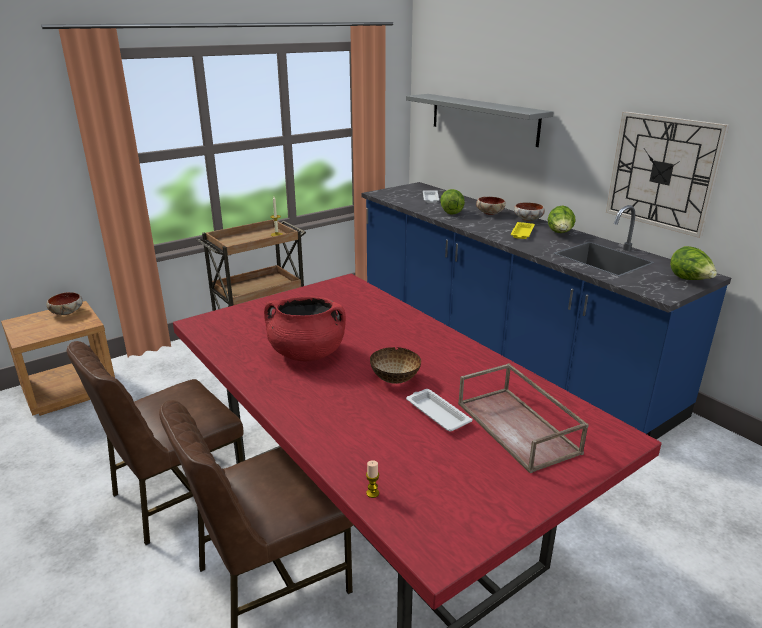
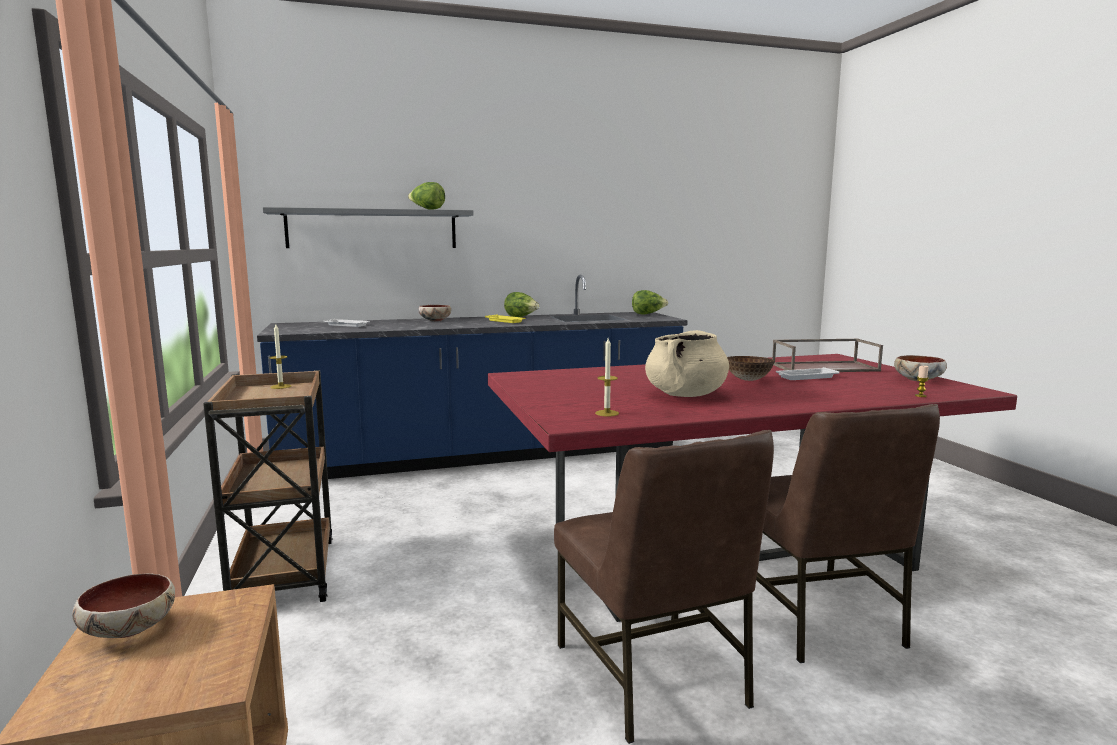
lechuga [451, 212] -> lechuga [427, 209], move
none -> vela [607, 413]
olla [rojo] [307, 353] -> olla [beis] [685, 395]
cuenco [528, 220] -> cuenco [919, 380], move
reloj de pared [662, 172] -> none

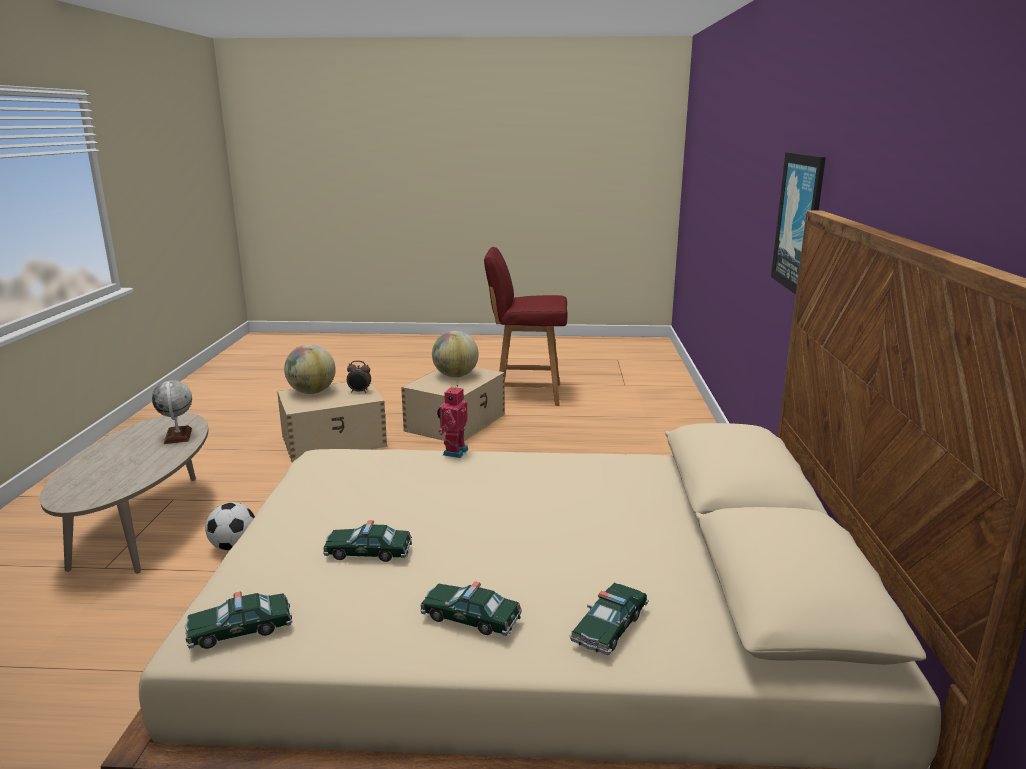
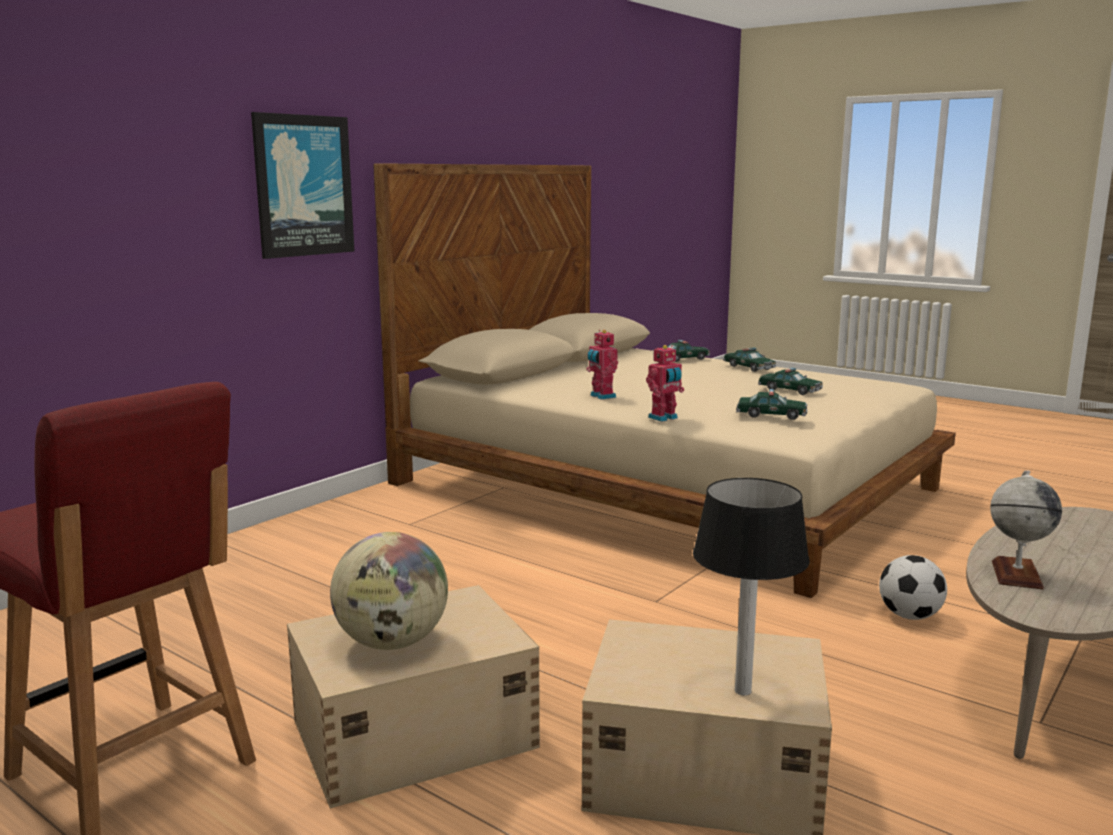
none -> robot de juguete [601, 396]
globo terráqueo [312, 392] -> lámpara de mesa [744, 691]
coche de juguete [240, 630] -> coche de juguete [771, 415], move
despertador [359, 392] -> none

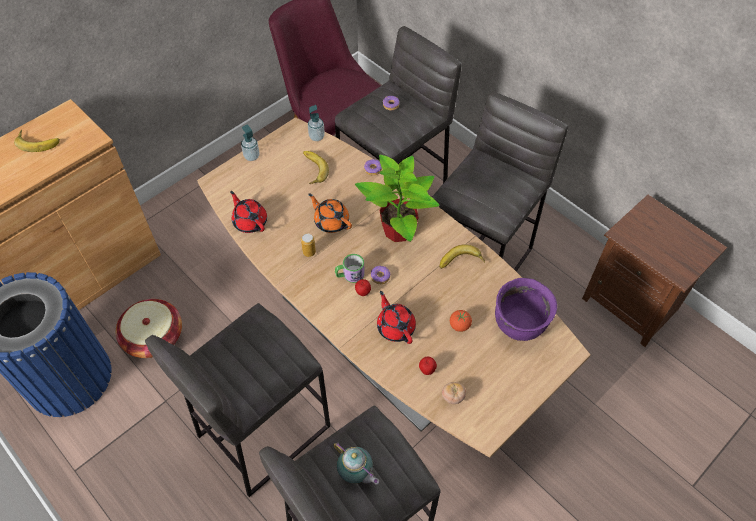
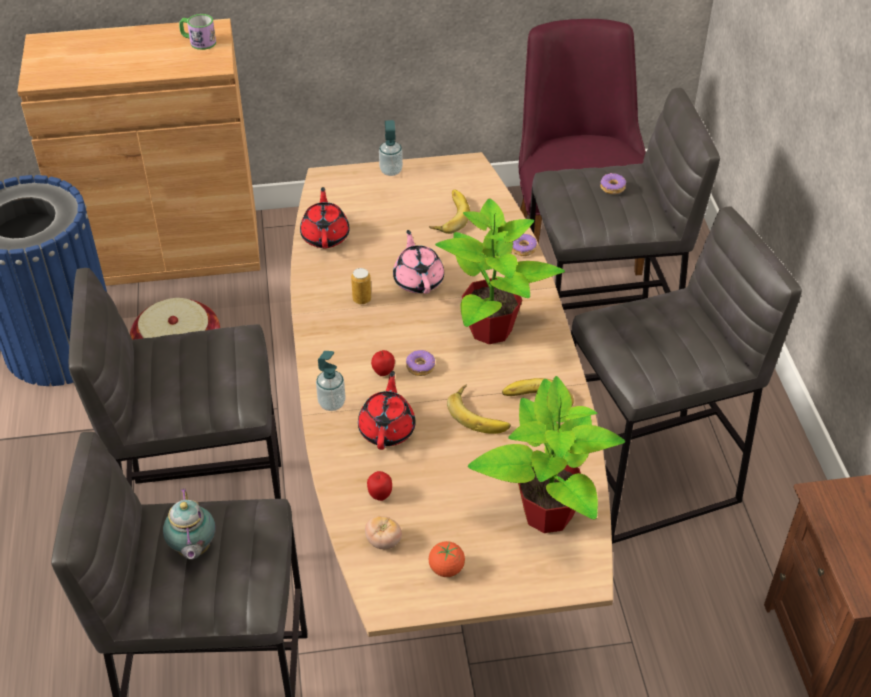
taza grande [350, 275] -> taza grande [198, 42], move
dispensador de jabón [316, 137] -> dispensador de jabón [331, 403], move
tetera [naranja] [331, 221] -> tetera [rosa] [418, 280]
tomate [459, 325] -> tomate [446, 569], move
plátano [38, 141] -> plátano [480, 413], move
olla [morado] [519, 325] -> planta en maceta [547, 512]

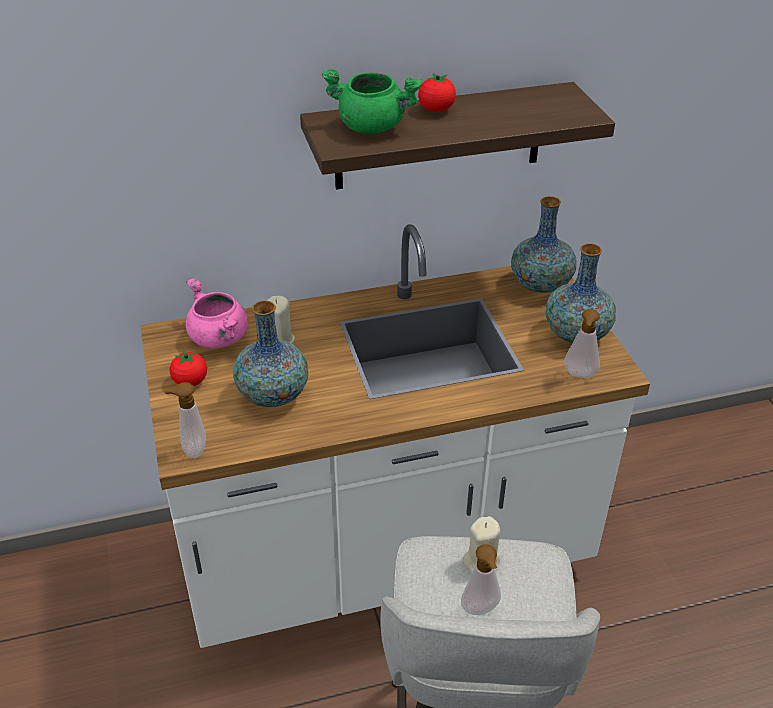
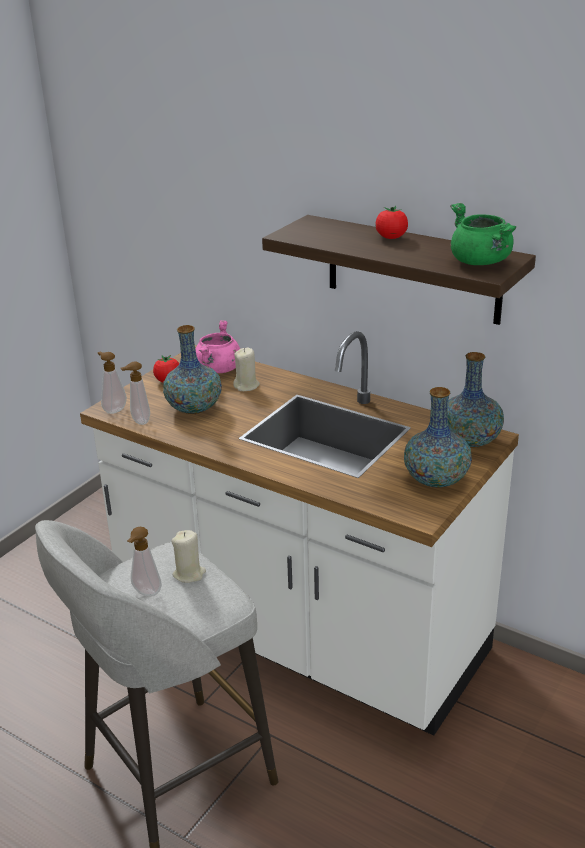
dispensador de jabón [579, 375] -> dispensador de jabón [139, 421], move
olla [verde] [372, 127] -> olla [verde] [481, 262], move

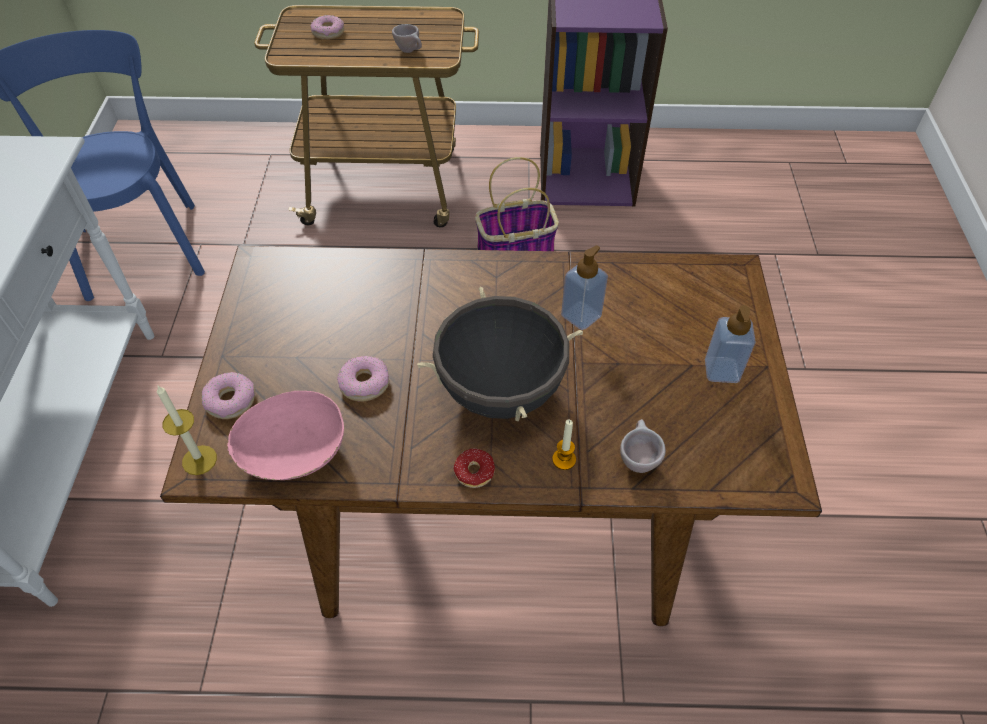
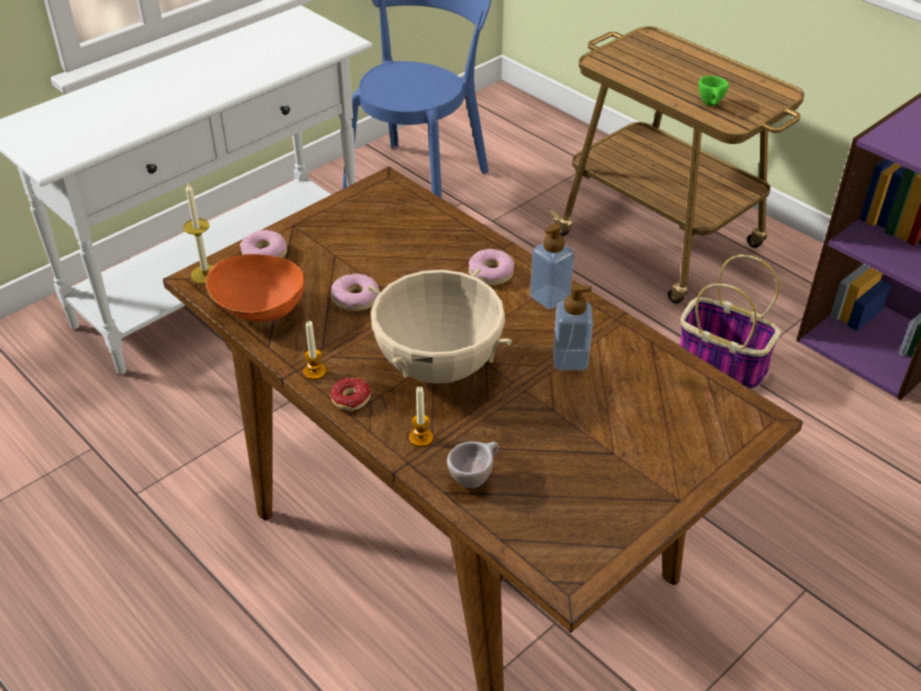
cuenco [rosa] [294, 456] -> cuenco [naranja] [258, 310]
none -> vela [314, 372]
olla [negro] [500, 390] -> olla [beis] [438, 365]
rosquilla [328, 32] -> rosquilla [490, 273], move
dispensador de jabón [721, 370] -> dispensador de jabón [549, 298], move
taza [beis] [410, 51] -> taza [verde] [711, 105]

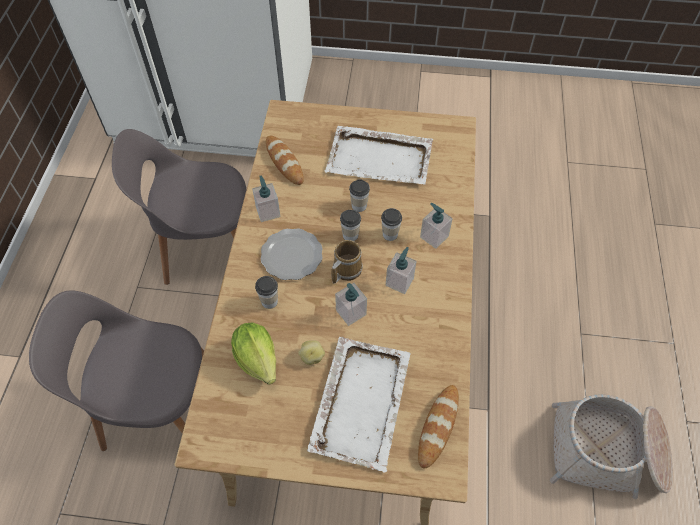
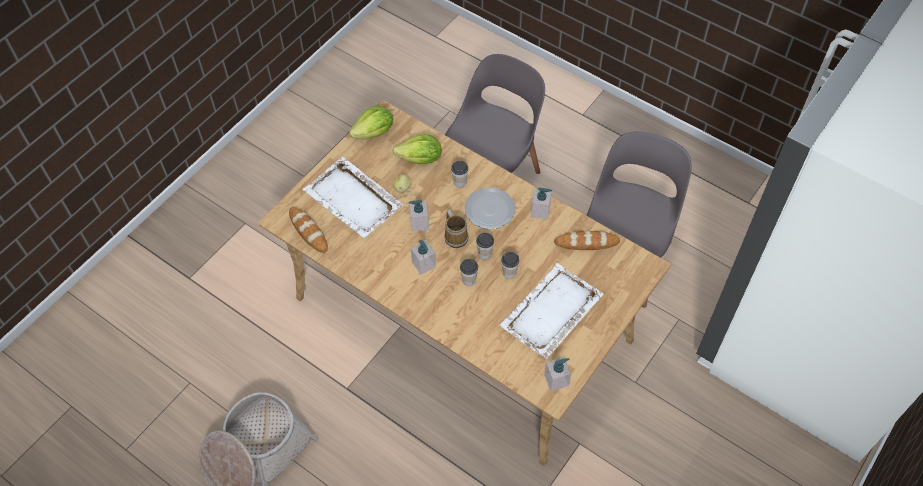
none -> lechuga [374, 133]
dispensador de jabón [434, 237] -> dispensador de jabón [556, 380], move

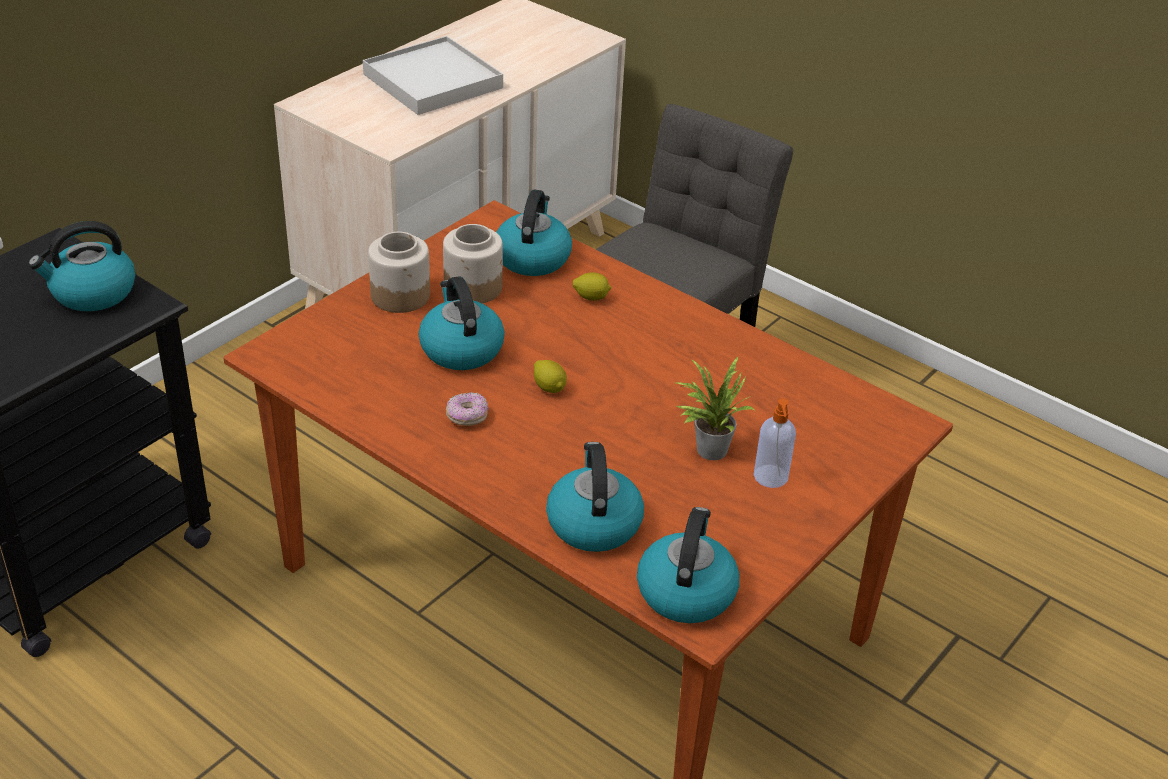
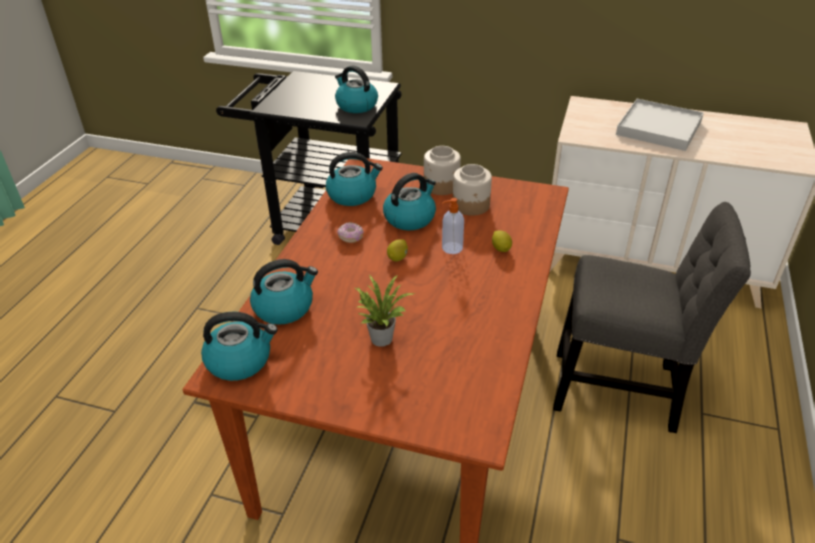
hervidor [532, 257] -> hervidor [352, 195], move
dispensador de jabón [771, 477] -> dispensador de jabón [451, 248], move

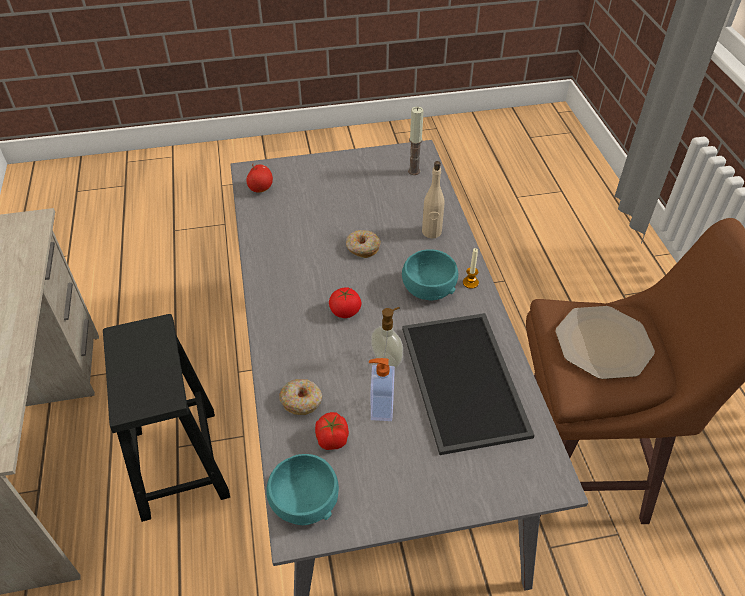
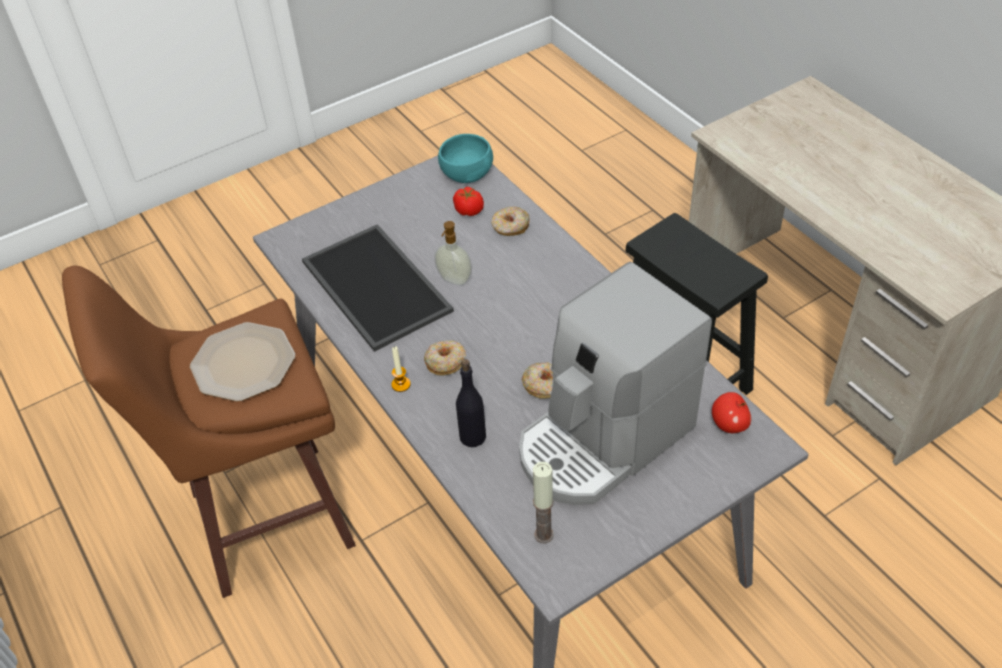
cuenco [turquesa] [428, 288] -> rosquilla [445, 362]
botella [beis] [431, 232] -> botella [negro] [472, 436]
none -> cafetera [603, 440]
tomate [345, 311] -> none
dispensador de jabón [380, 408] -> none

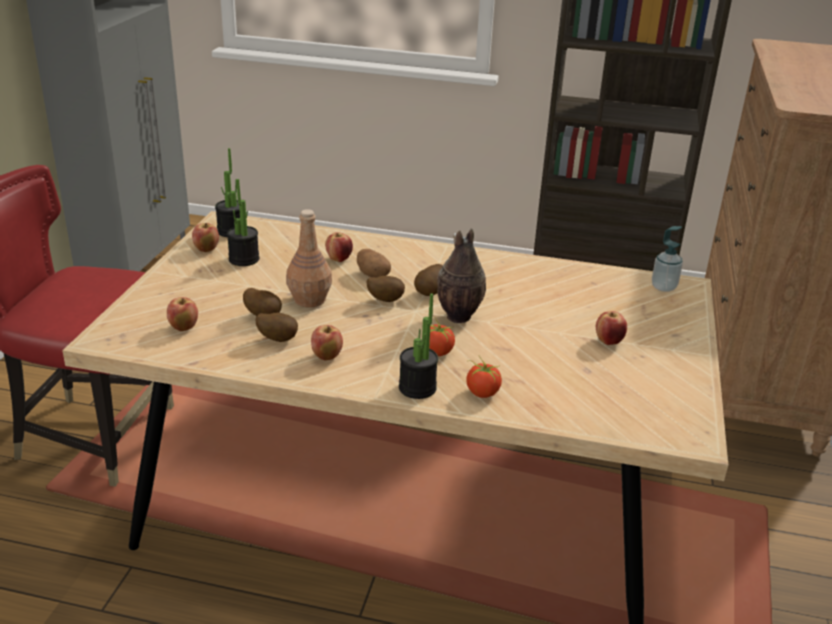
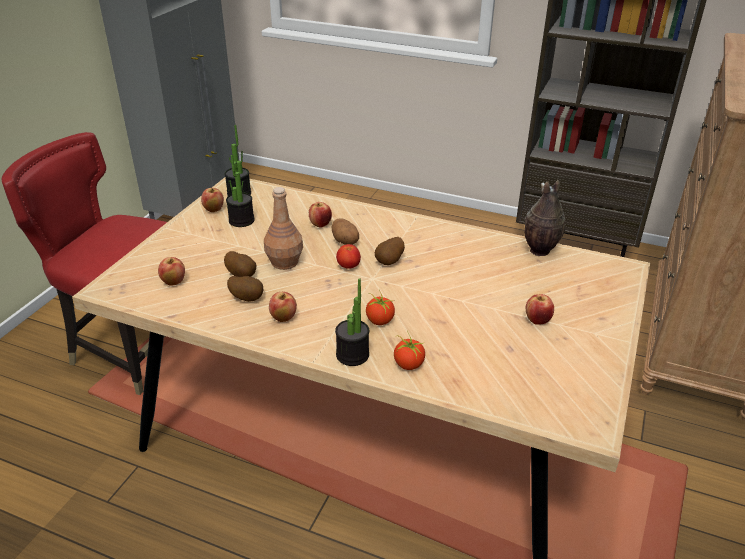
patata [385, 300] -> tomate [348, 266]
florero [458, 317] -> florero [539, 251], move
dispensador de jabón [663, 287] -> none

